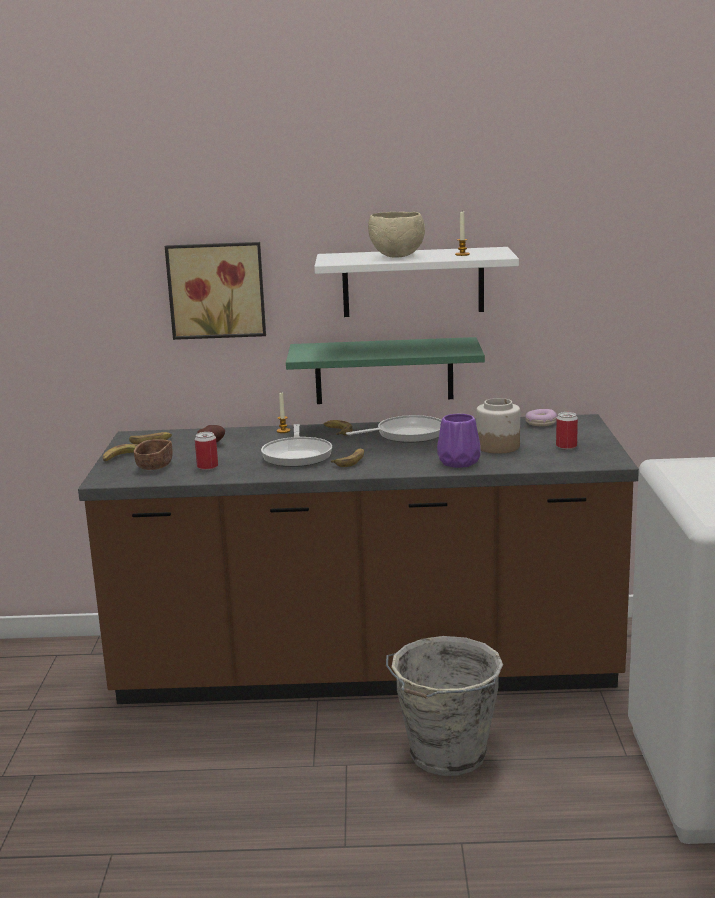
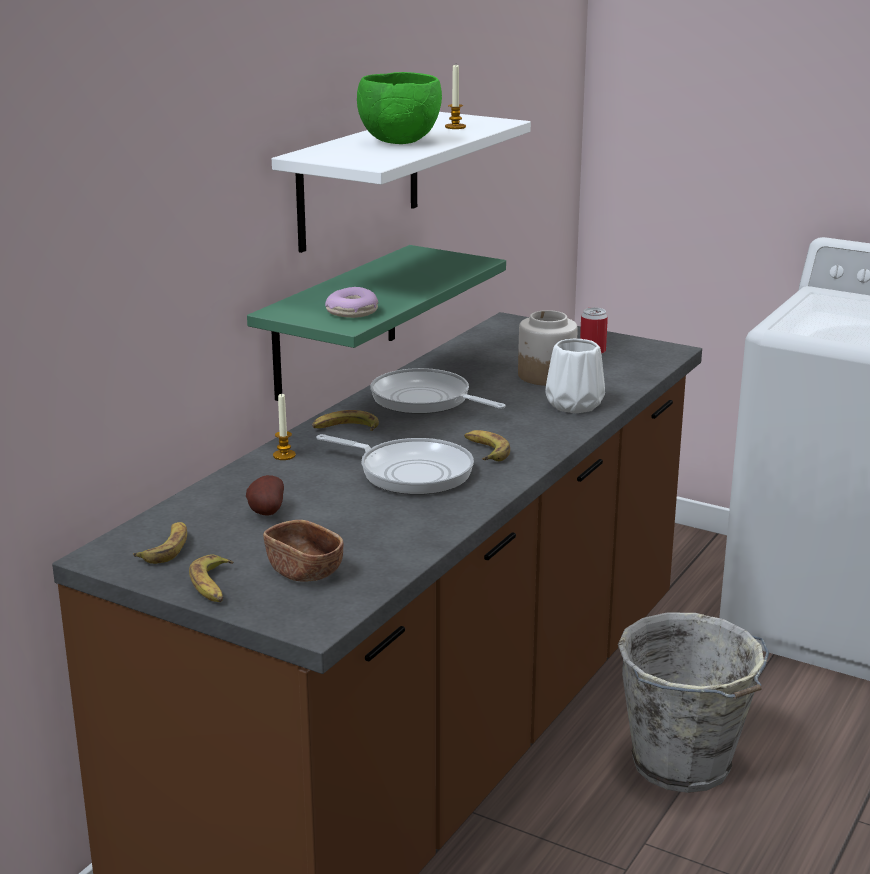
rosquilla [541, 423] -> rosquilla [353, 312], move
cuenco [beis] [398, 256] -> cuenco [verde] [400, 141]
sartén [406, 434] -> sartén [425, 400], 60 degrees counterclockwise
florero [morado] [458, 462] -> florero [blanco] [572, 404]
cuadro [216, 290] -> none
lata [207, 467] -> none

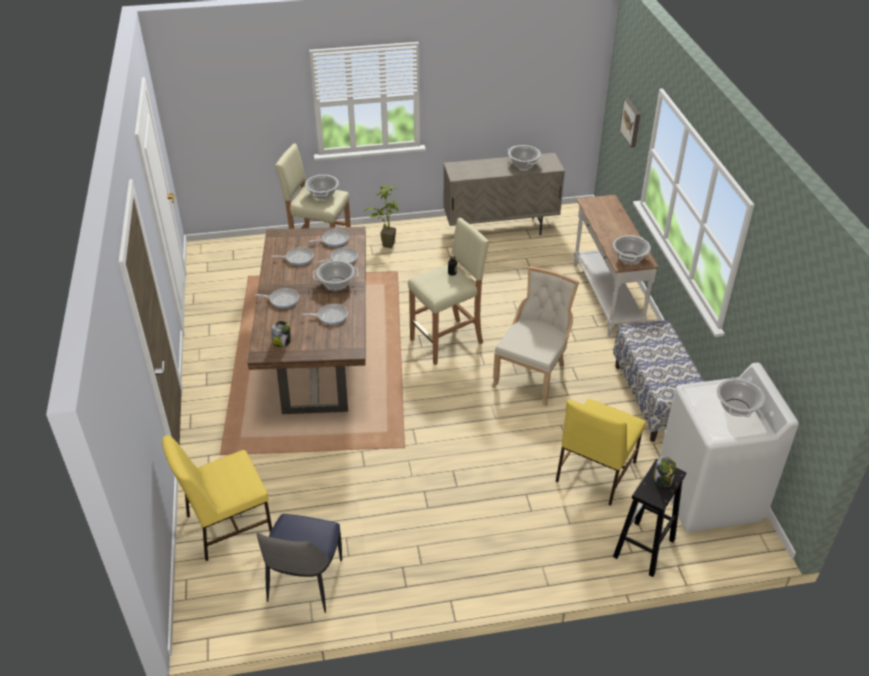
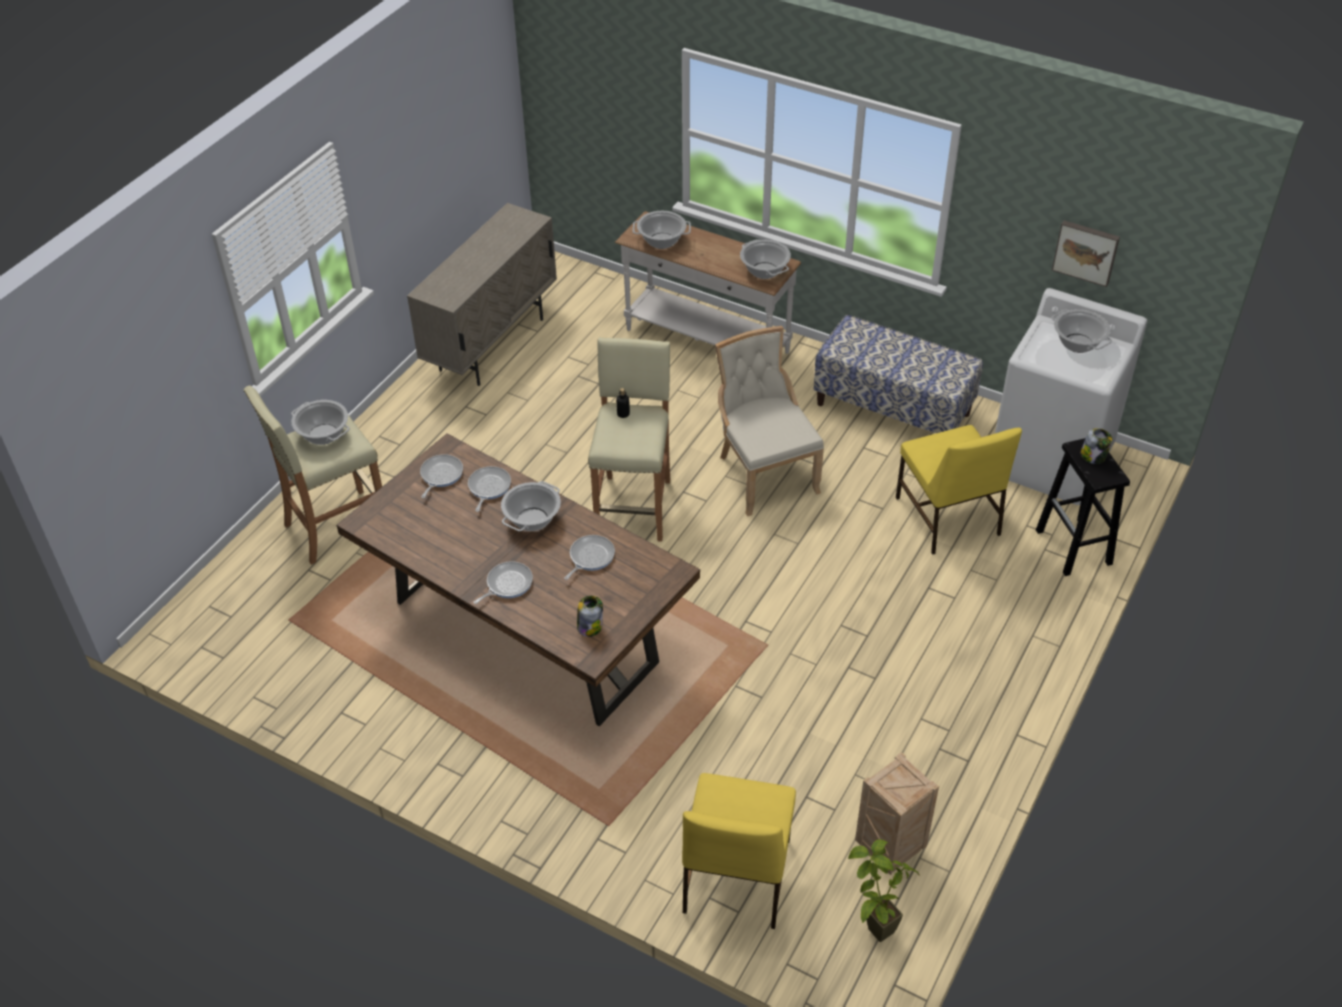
olla [523, 164] -> olla [661, 241], move
planta en maceta [384, 243] -> planta en maceta [871, 934], move
silla [304, 583] -> caja de embalaje [889, 849]
cuadro [631, 122] -> cuadro [1086, 251], move
sartén [298, 258] -> none

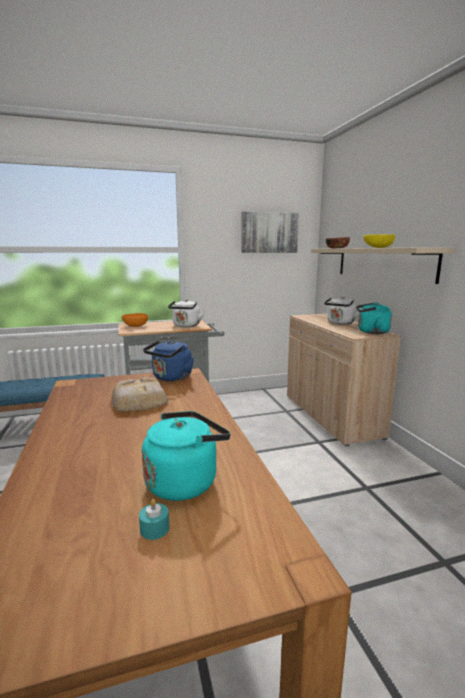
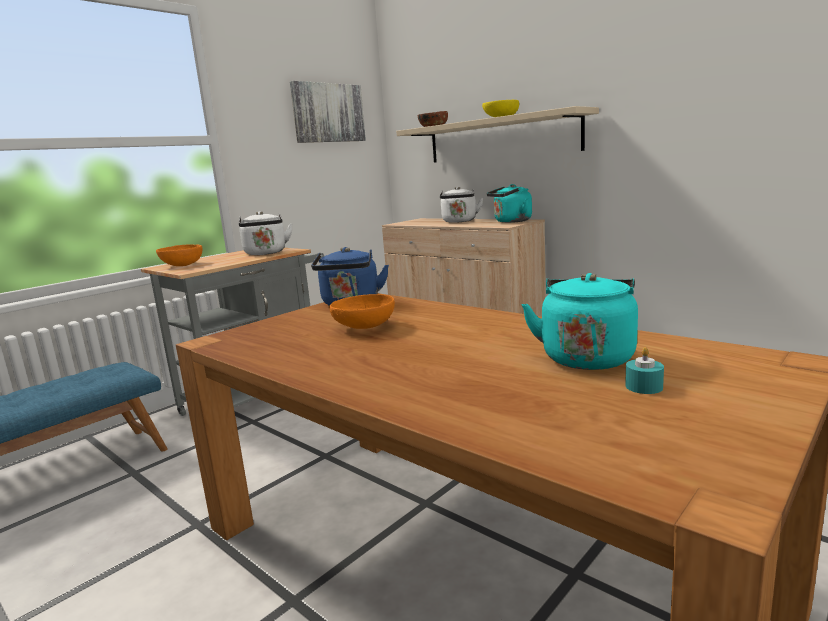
pan [139, 400] -> cuenco [naranja] [364, 328]

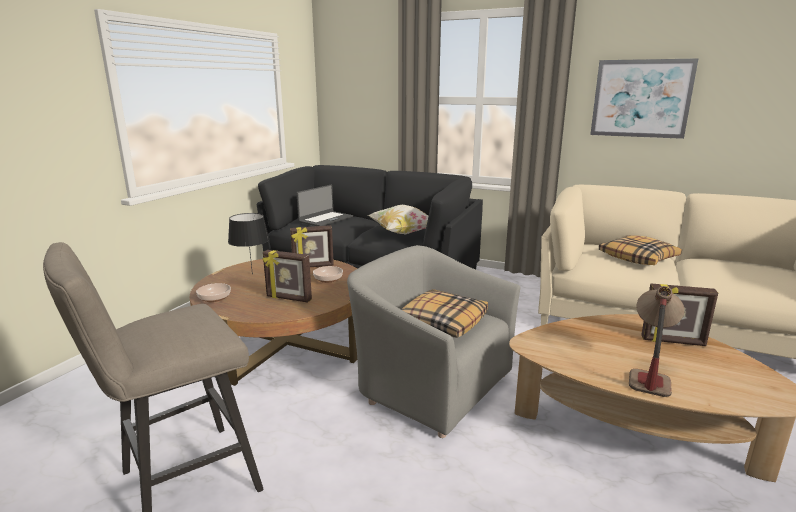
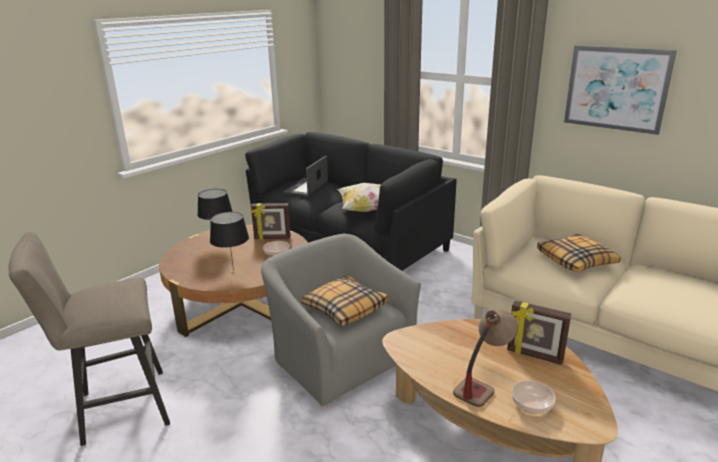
portarretratos [288, 298] -> lámpara de mesa [negro] [233, 269]
portátil [325, 219] -> portátil [307, 187], 150 degrees clockwise
cuenco [214, 298] -> cuenco [531, 405], move

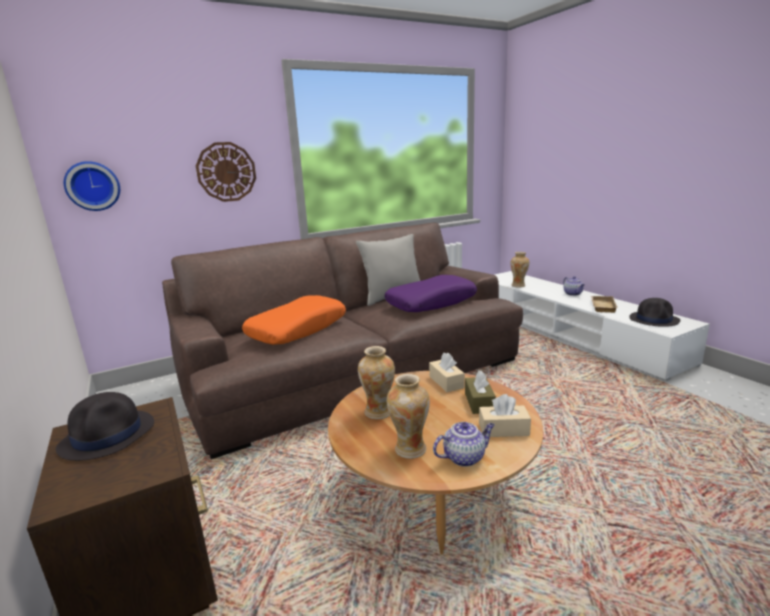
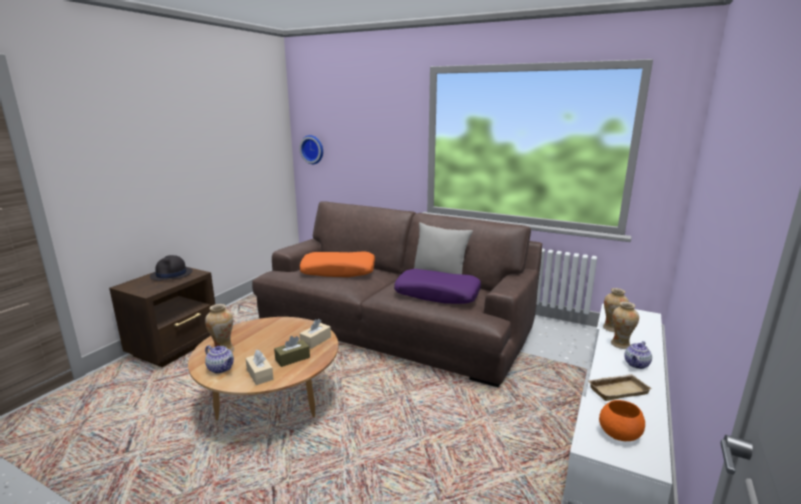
sombrero [negro] [654, 320] -> cuenco [naranja] [620, 433]
florero [378, 412] -> florero [620, 344], move
reloj de pared [226, 172] -> none

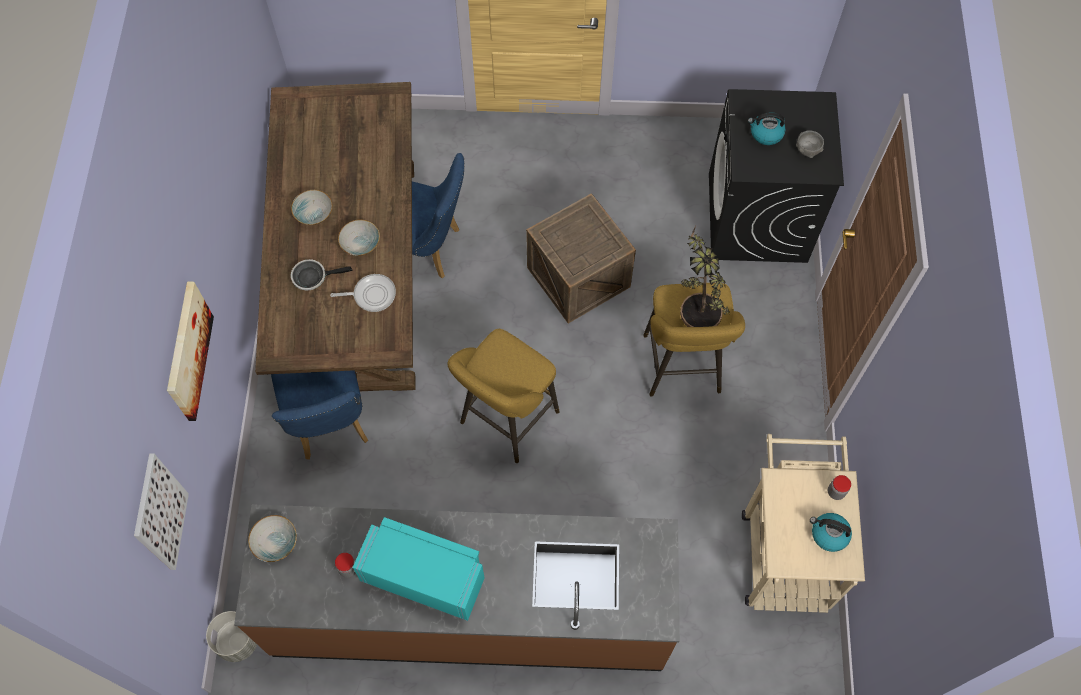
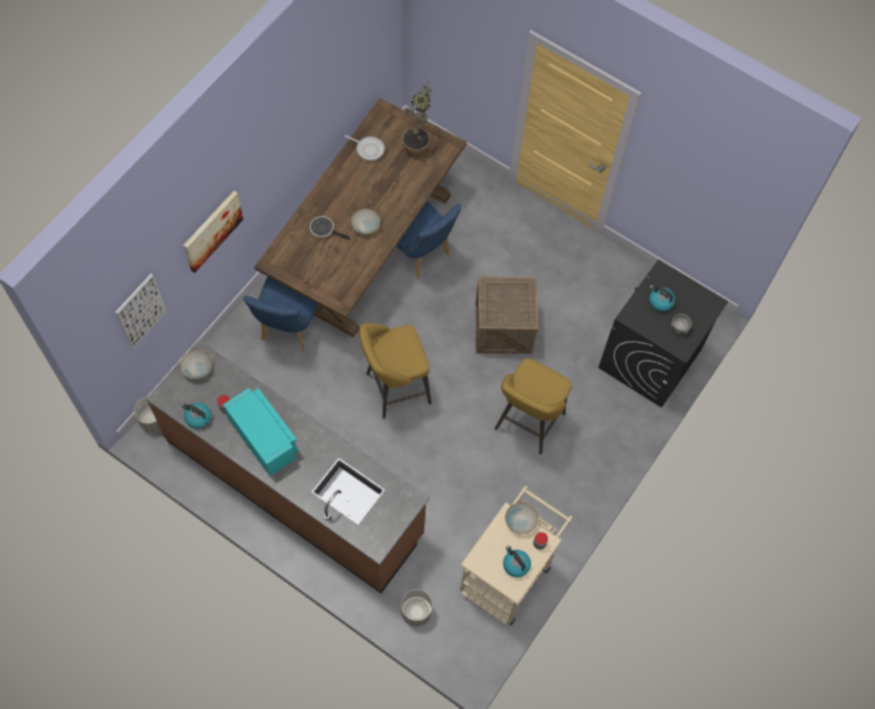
none -> hervidor [197, 417]
sartén [372, 295] -> sartén [368, 149], move
none -> maceta [gris] [416, 612]
planta en maceta [695, 315] -> planta en maceta [418, 144], move
cuenco [313, 213] -> cuenco [520, 520], move

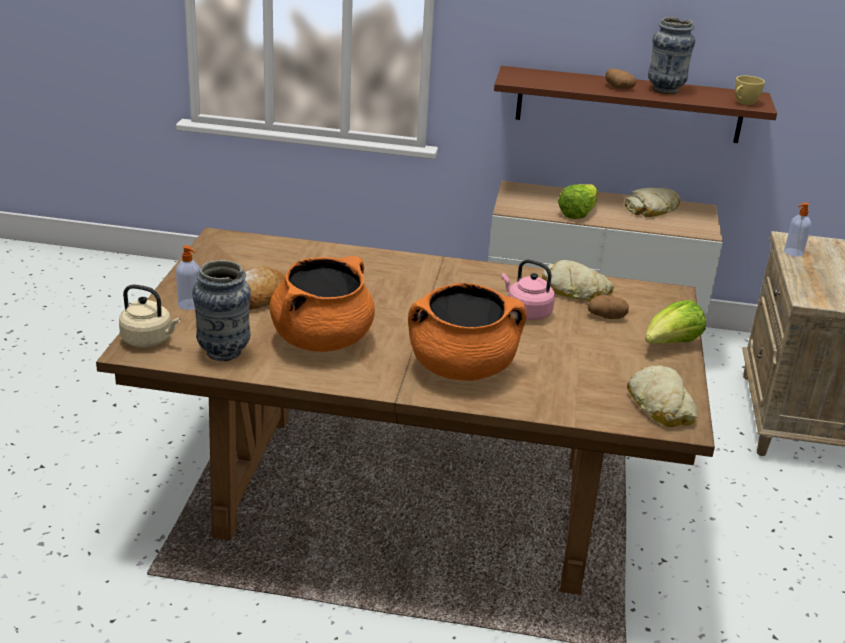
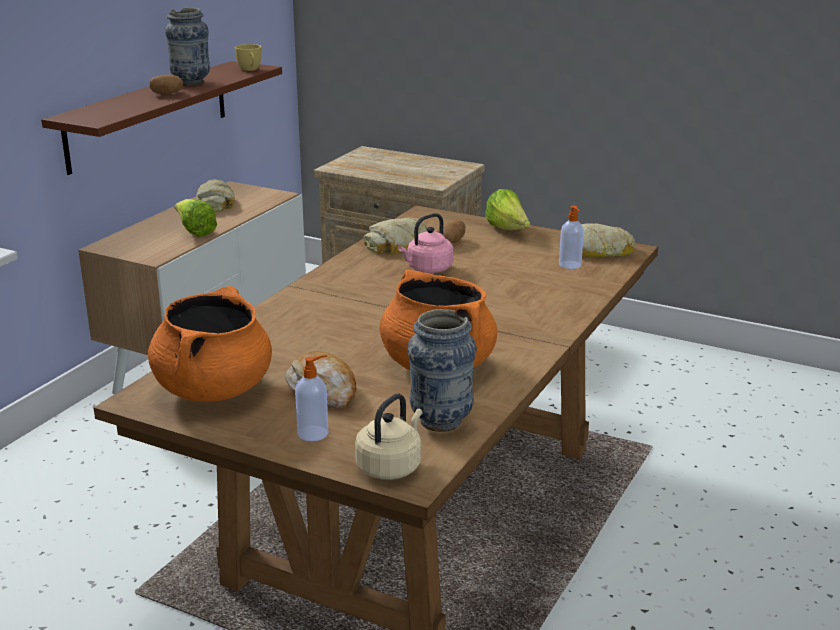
olla [naranja] [462, 368] -> olla [naranja] [214, 389], move
dispensador de jabón [793, 252] -> dispensador de jabón [570, 265], move

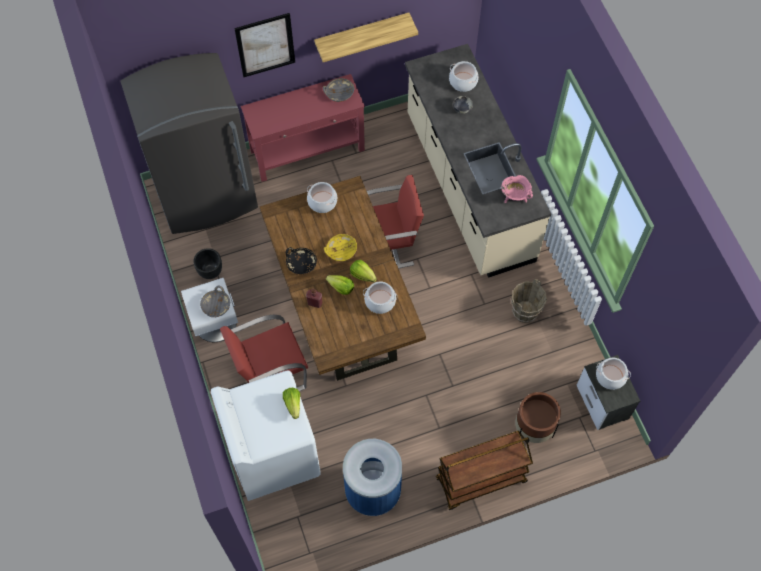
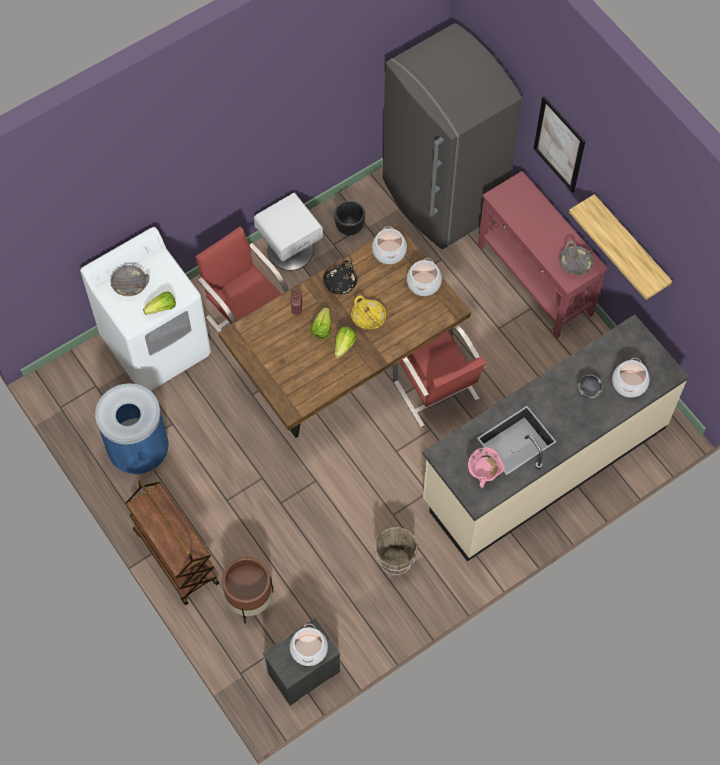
cuenco [gris] [216, 305] -> cuenco [gris] [130, 284], move
olla [380, 301] -> olla [389, 251], move

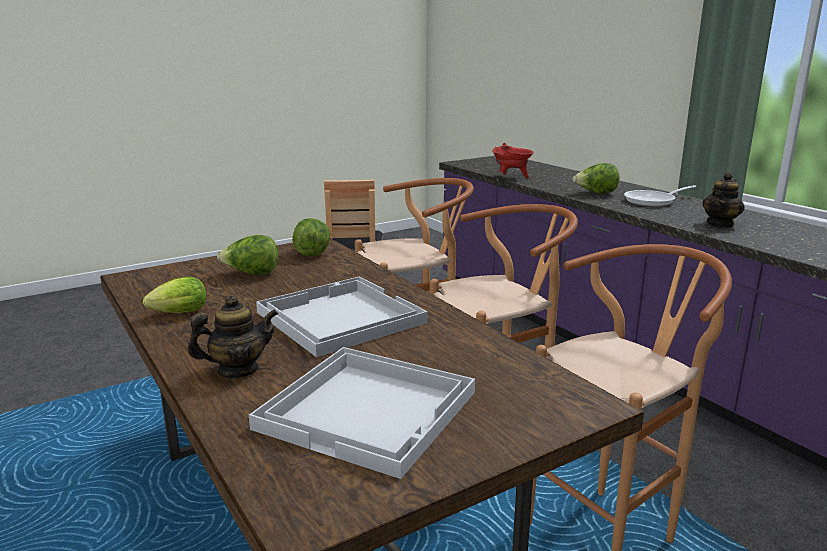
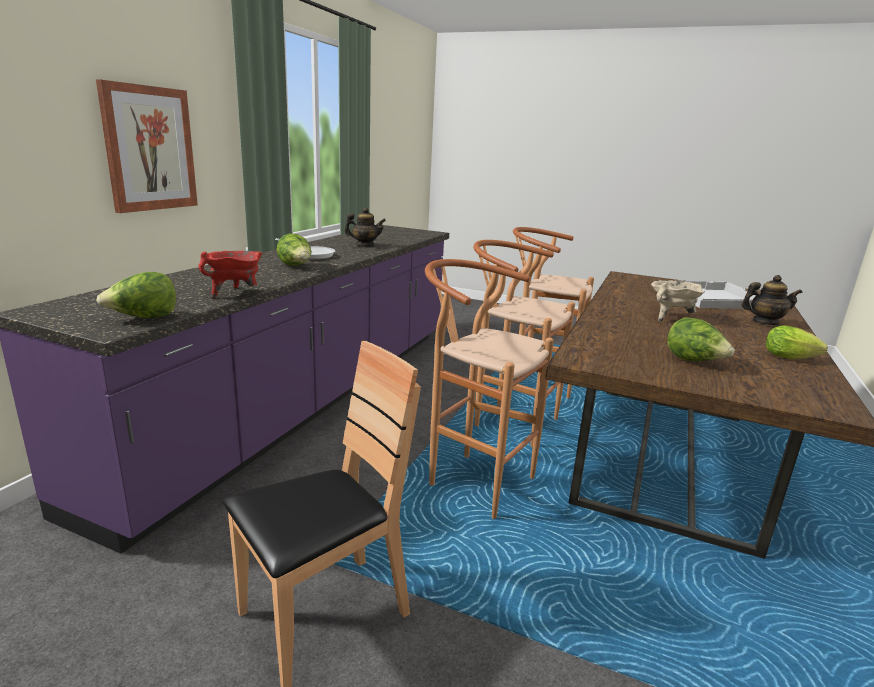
none -> cuadro [149, 149]
lechuga [312, 252] -> lechuga [144, 318], move
bandeja [blanco] [338, 317] -> olla [beis] [670, 318]
tetera [237, 370] -> tetera [764, 322], 150 degrees clockwise

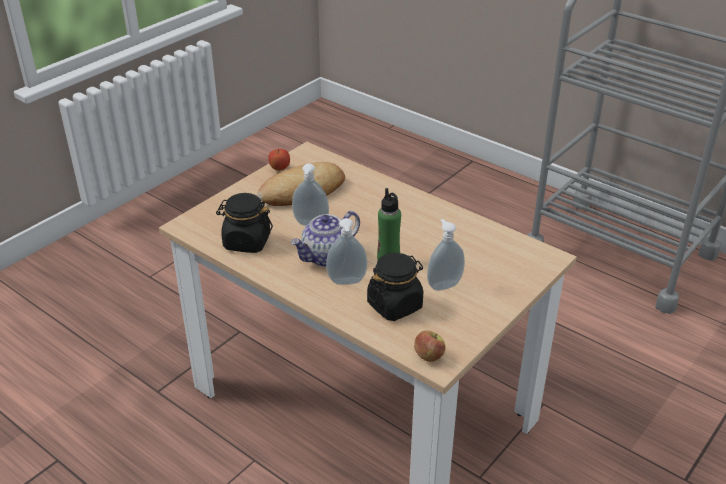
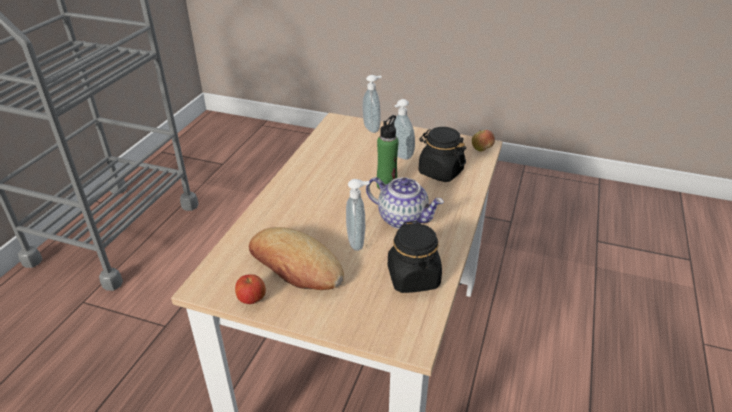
dispensador de jabón [347, 282] -> dispensador de jabón [372, 128], move

